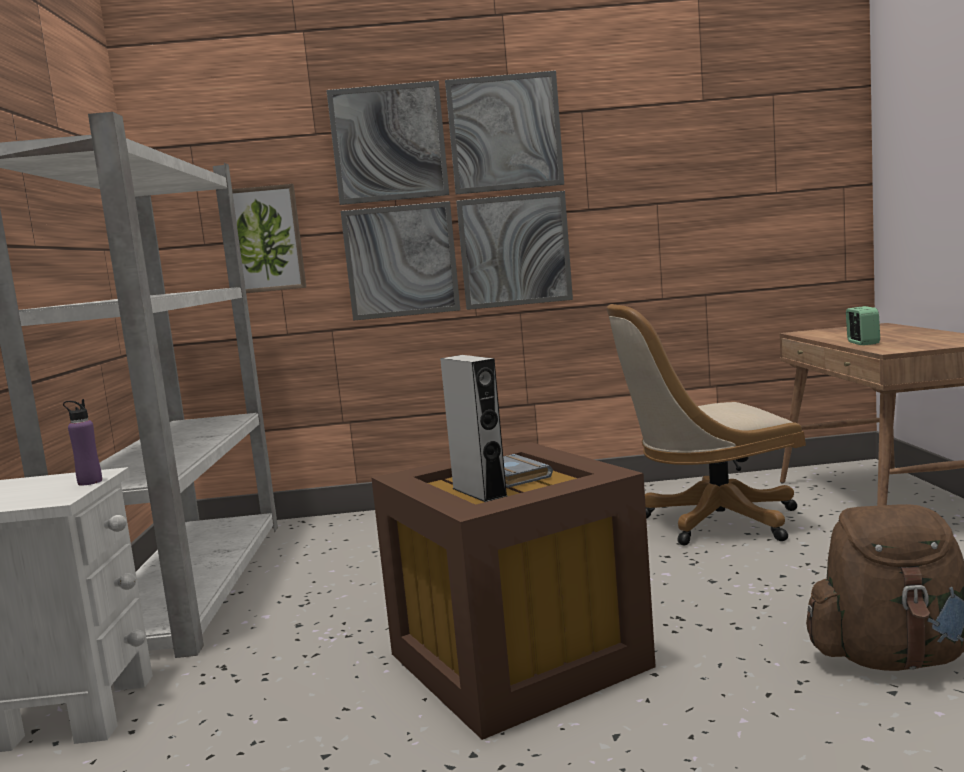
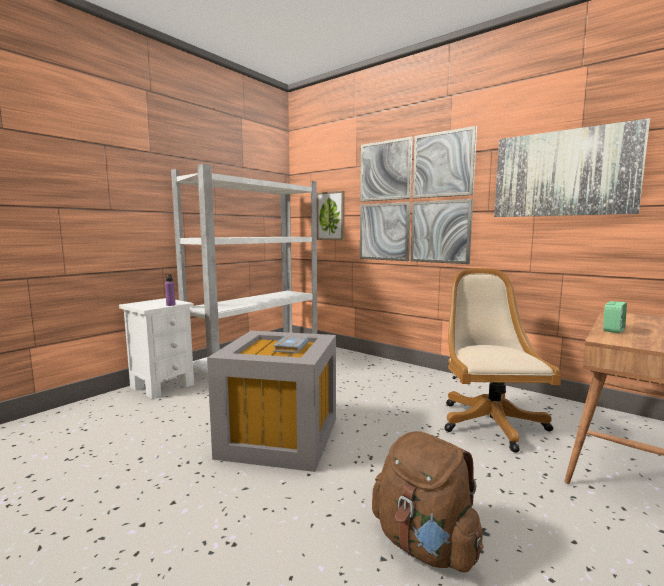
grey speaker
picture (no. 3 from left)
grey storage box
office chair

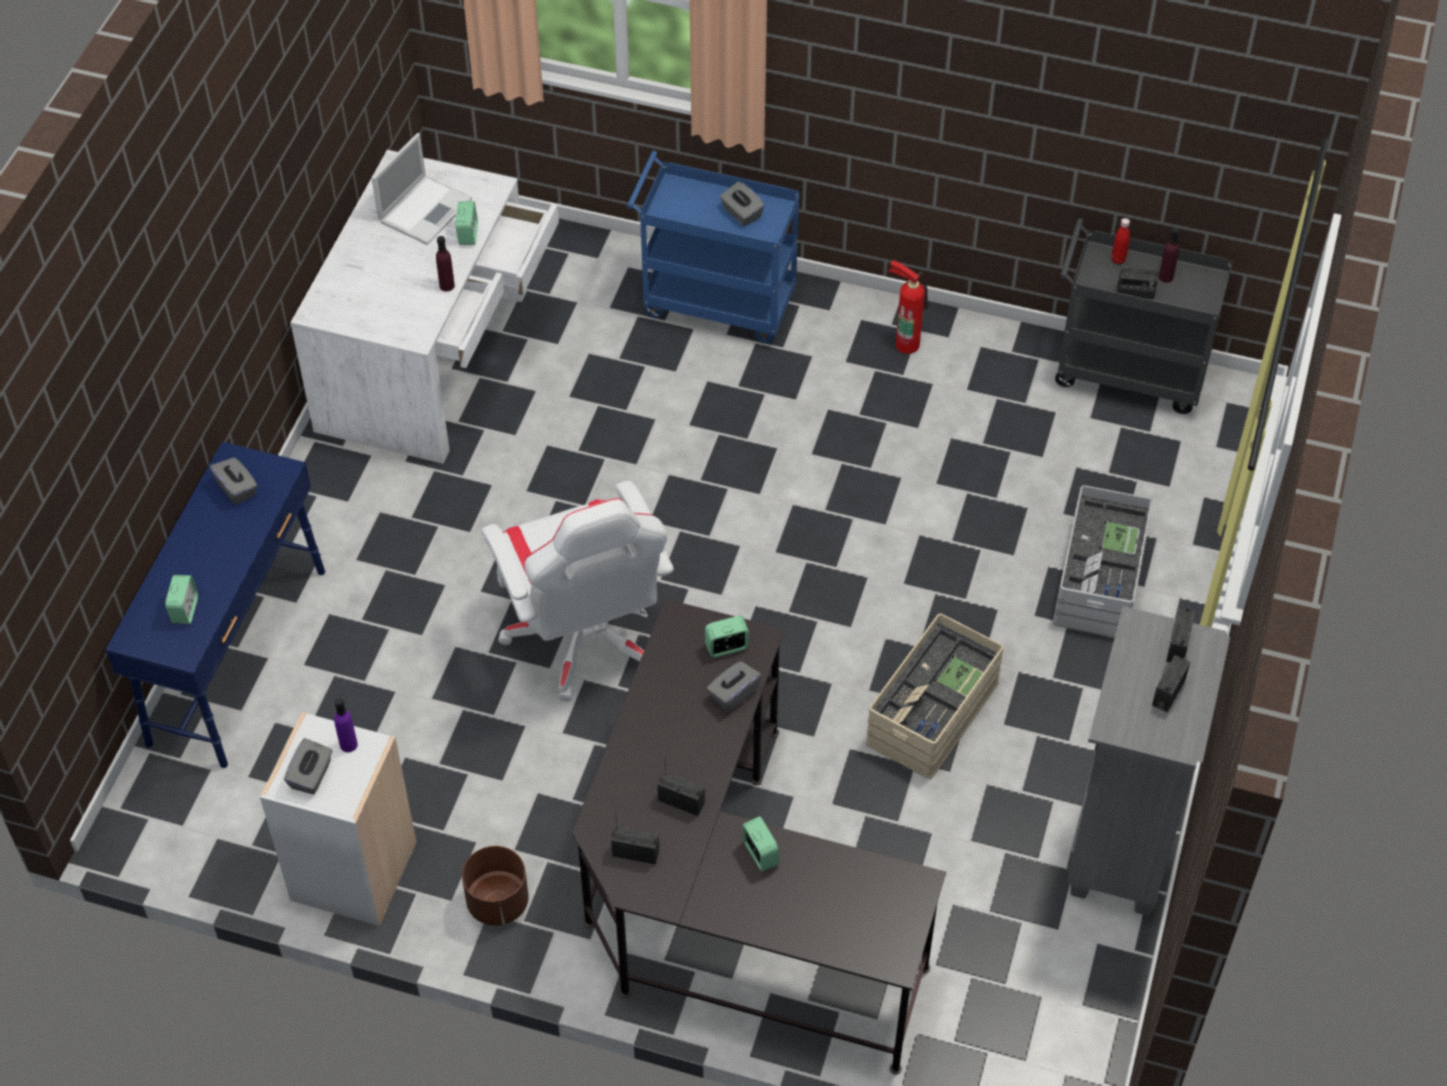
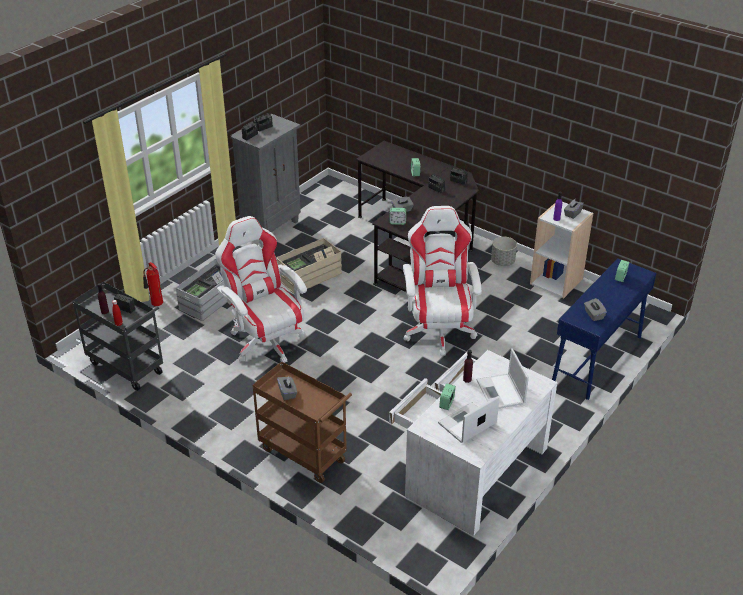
white office chair (no. 1 from left)
laptop (no. 2 from left)
fire extinguisher
grey planter
brown cart

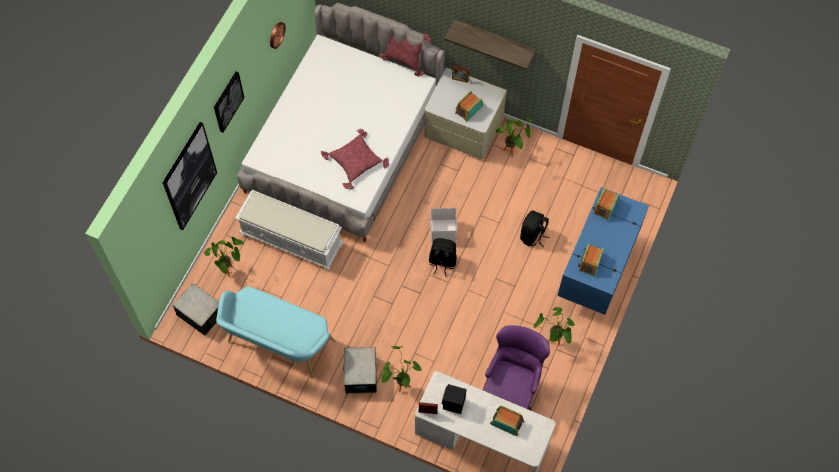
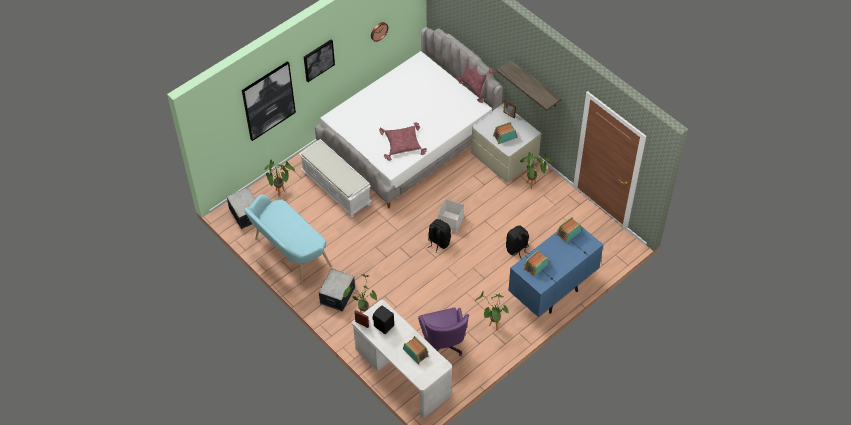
purple office chair

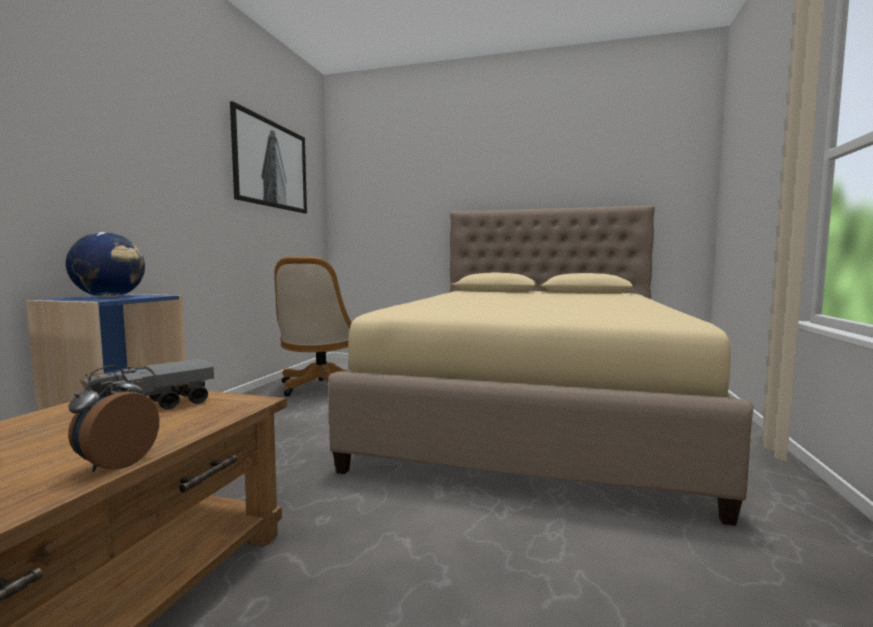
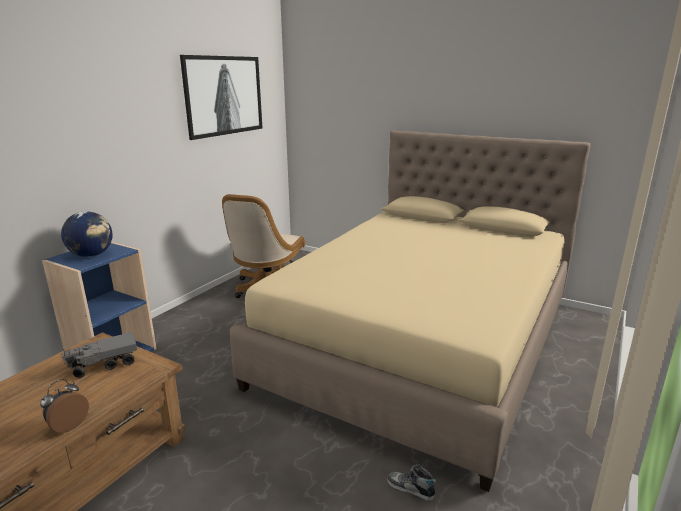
shoe

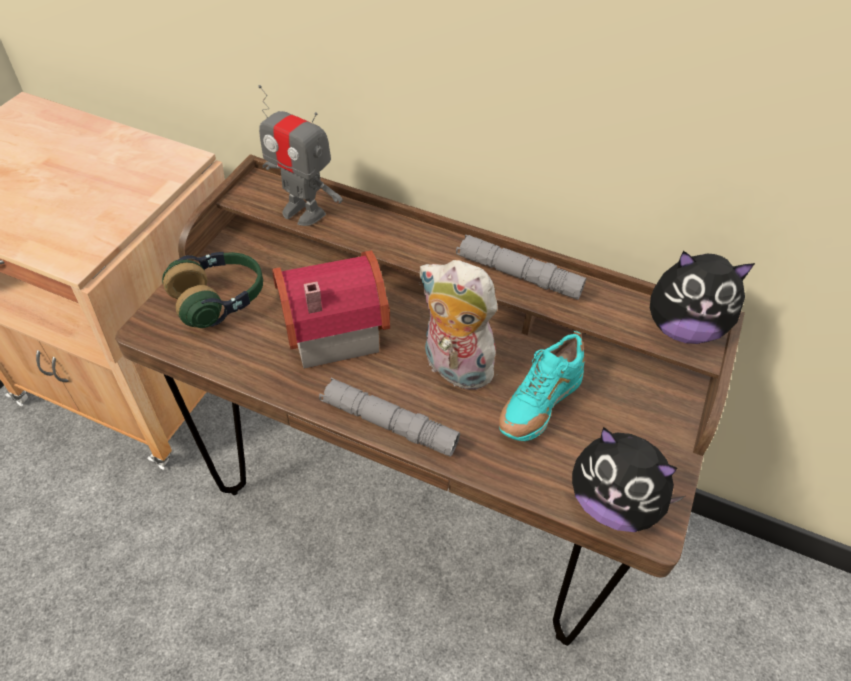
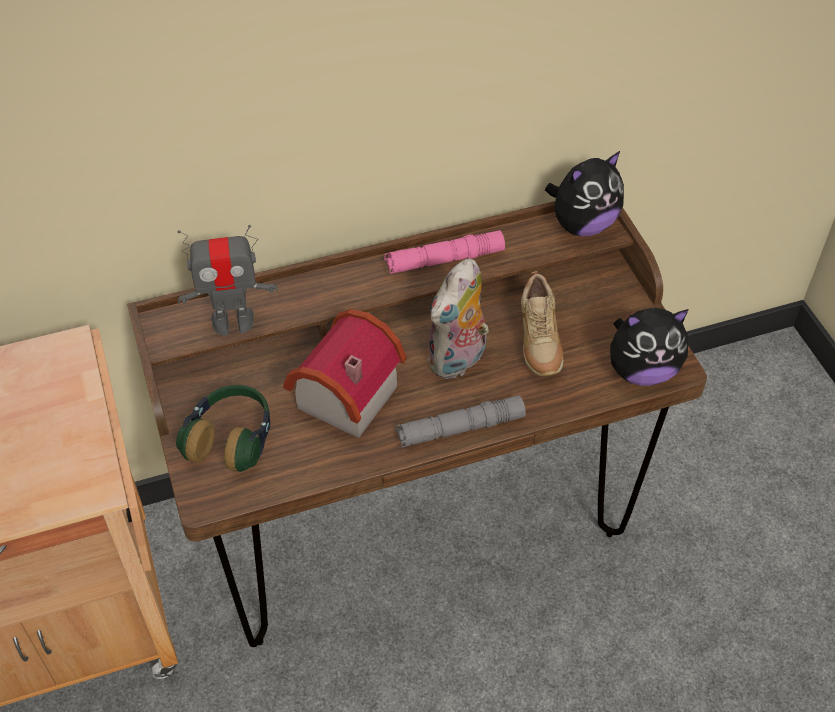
pink flashlight
beige shoe
plush toy (no. 1 from left)

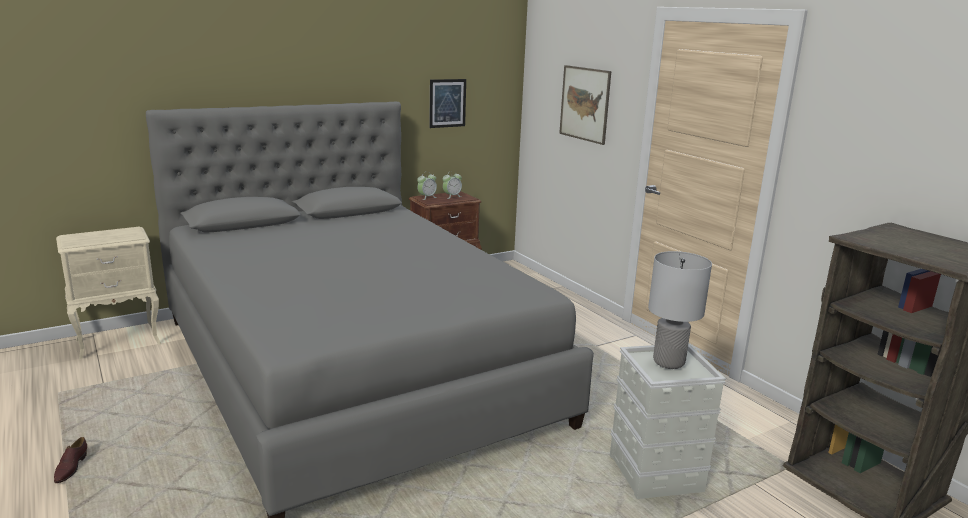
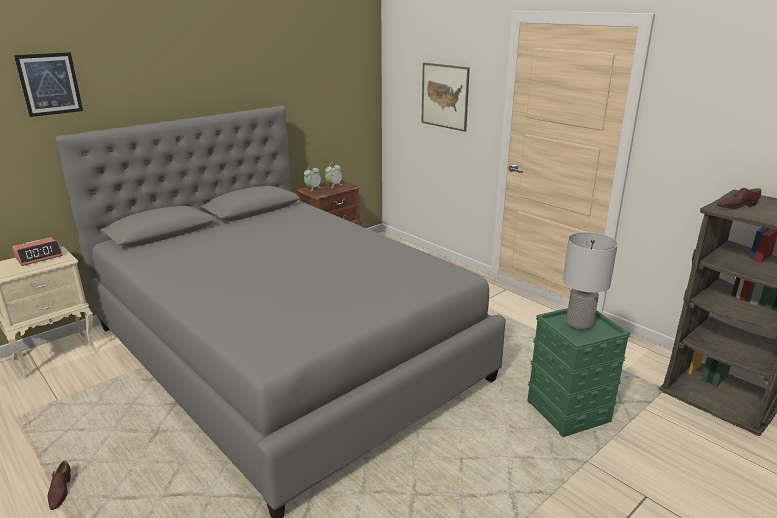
alarm clock (no. 1 from left)
brown shoe (no. 2 from left)
picture (no. 1 from left)
green storage box

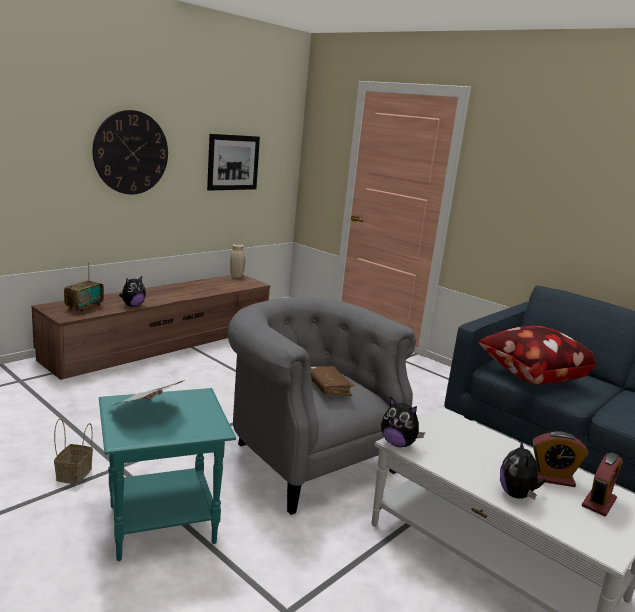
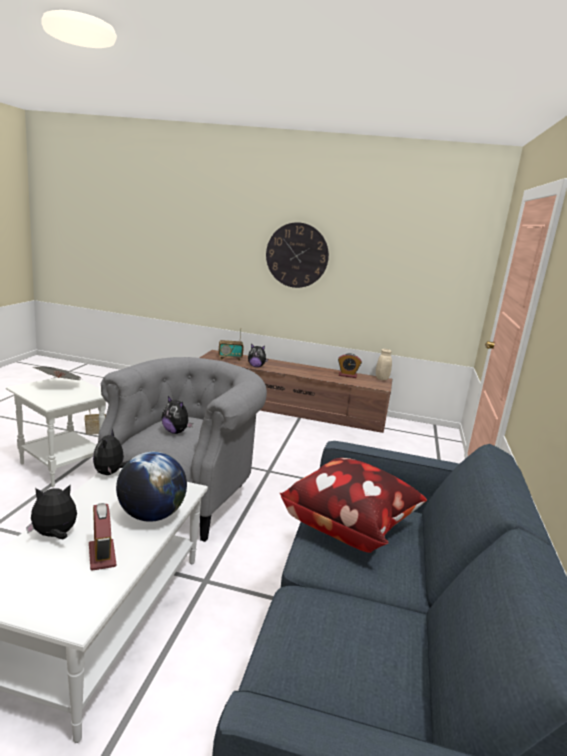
picture
globe
alarm clock (no. 2 from left)
plush toy (no. 3 from left)
white side table

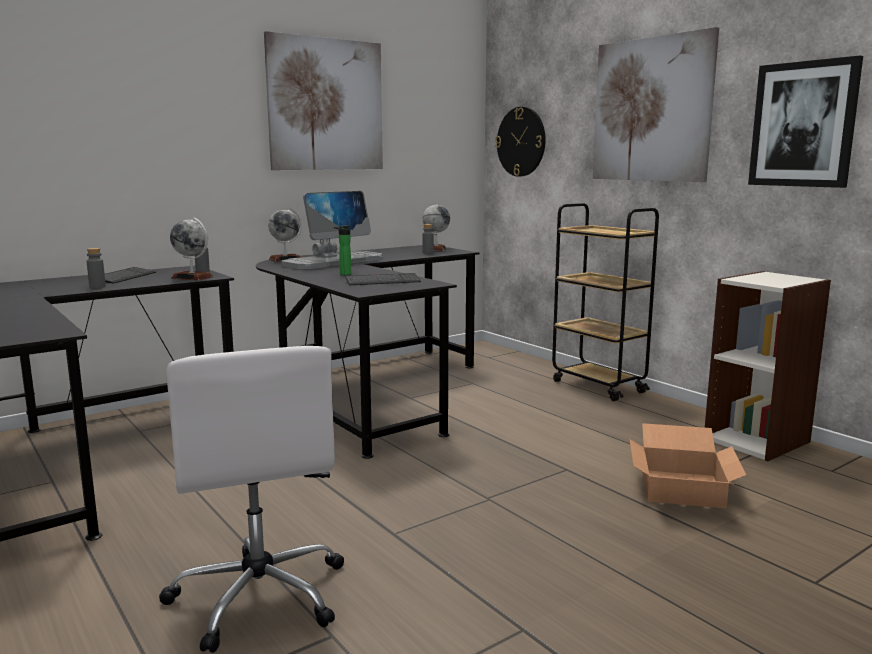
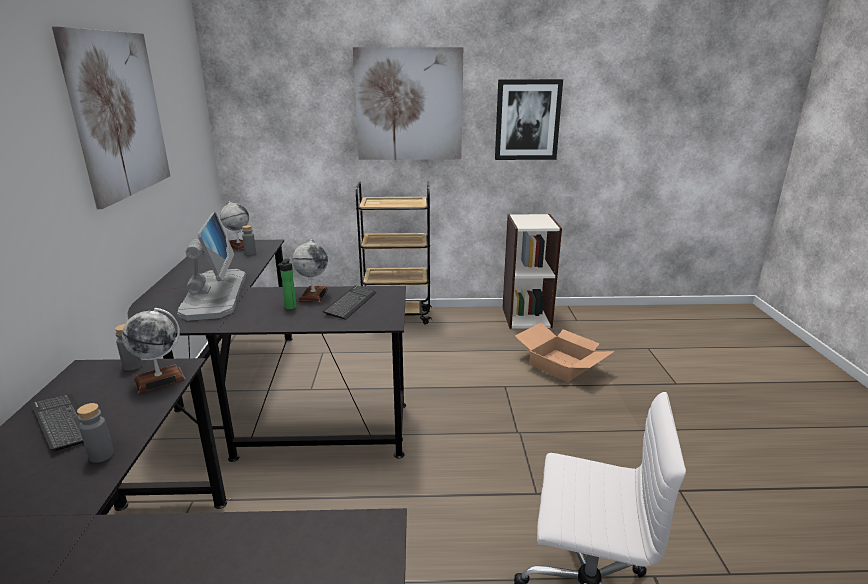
wall clock
globe (no. 3 from left)

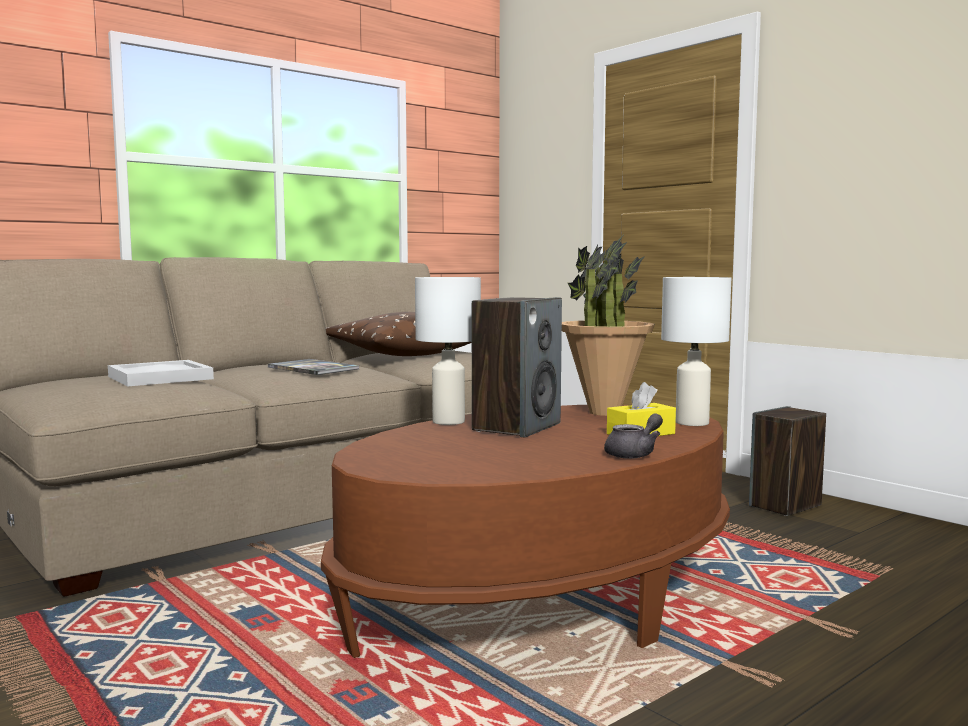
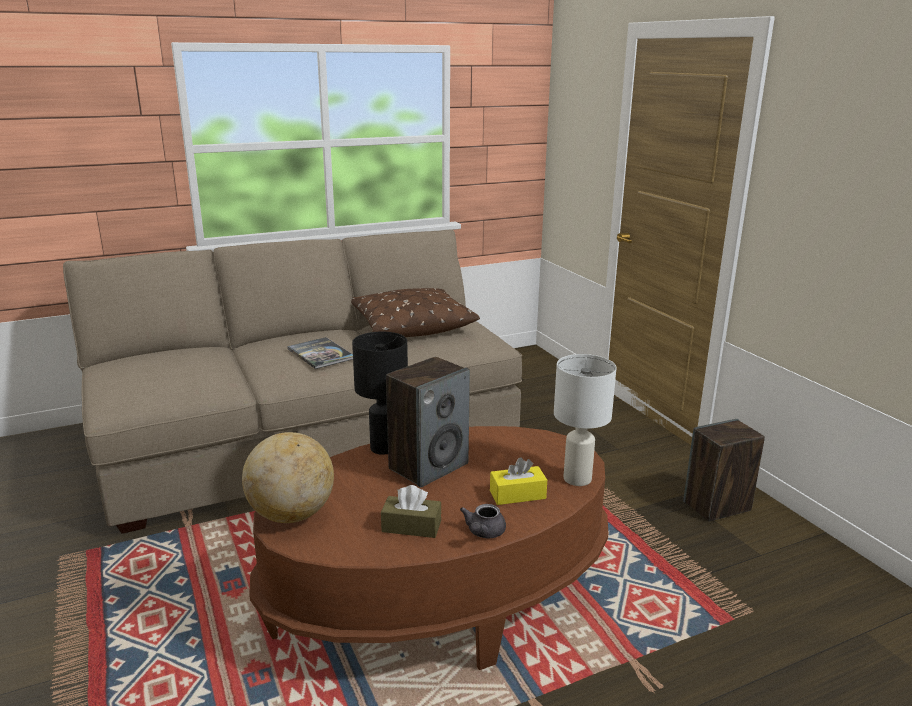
white tray
potted plant
globe
brown tissue box
black table lamp
grey teapot

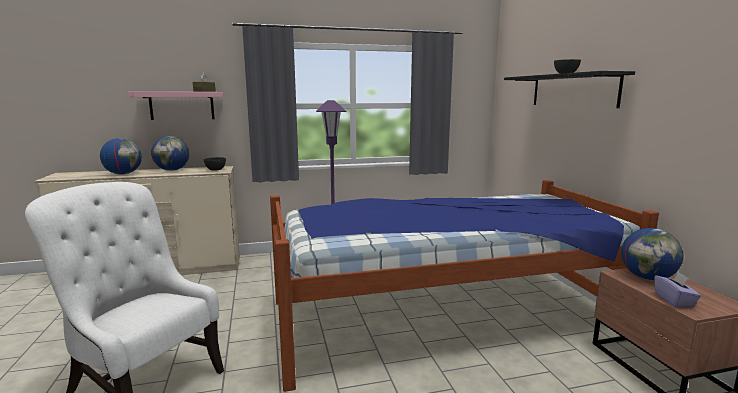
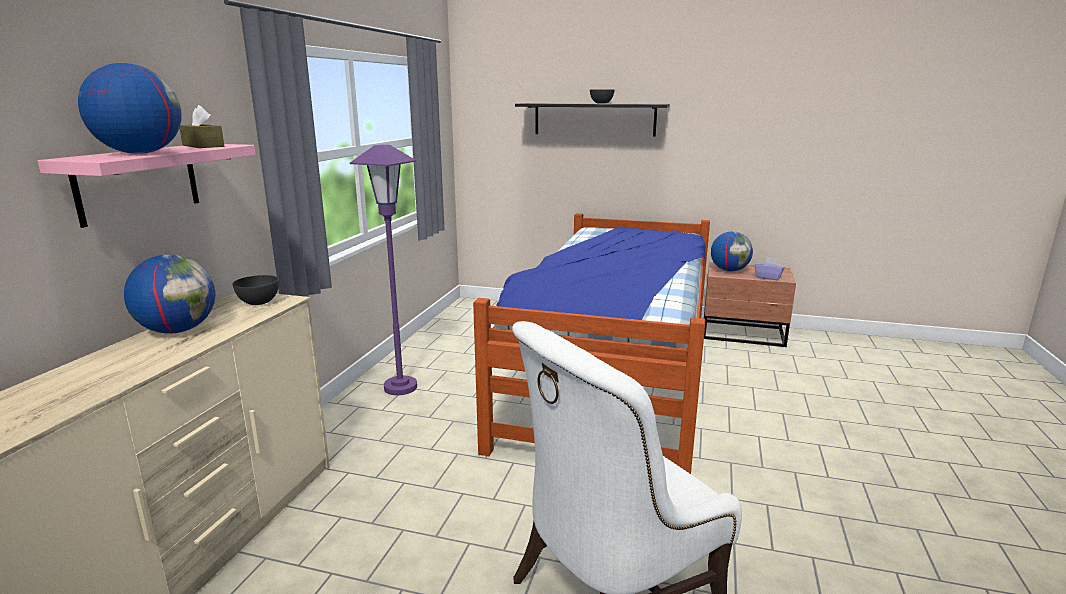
globe (no. 1 from left)

